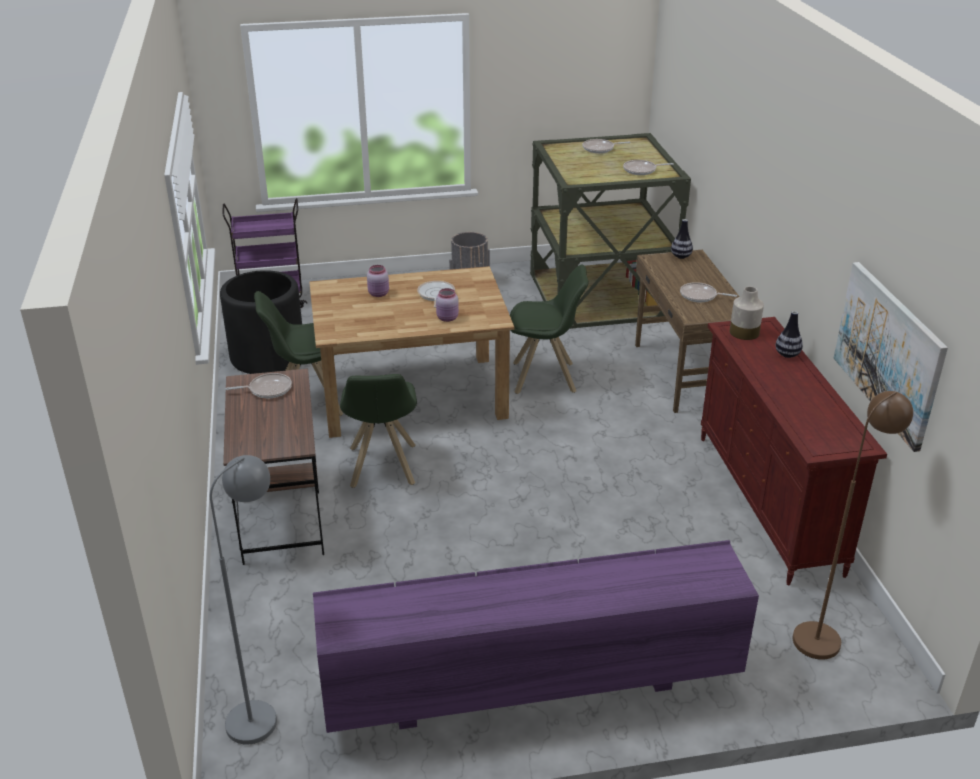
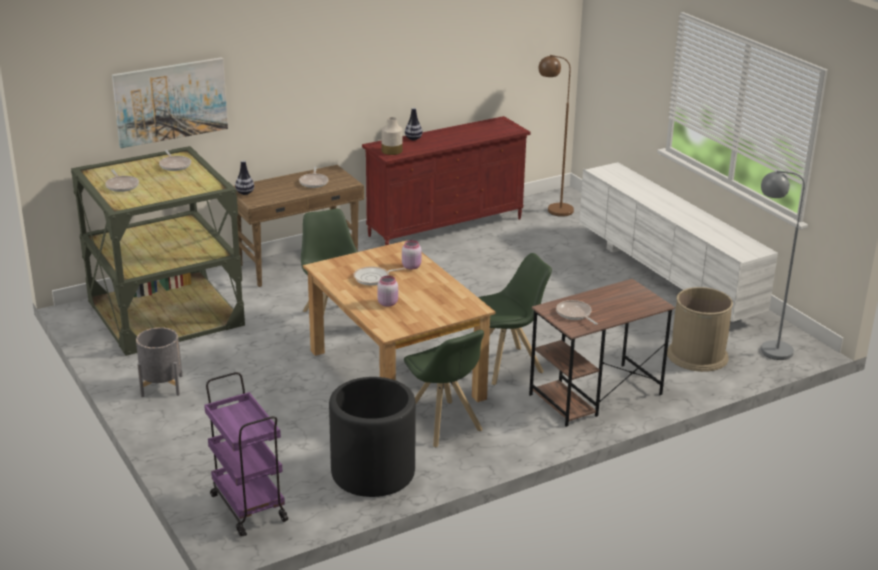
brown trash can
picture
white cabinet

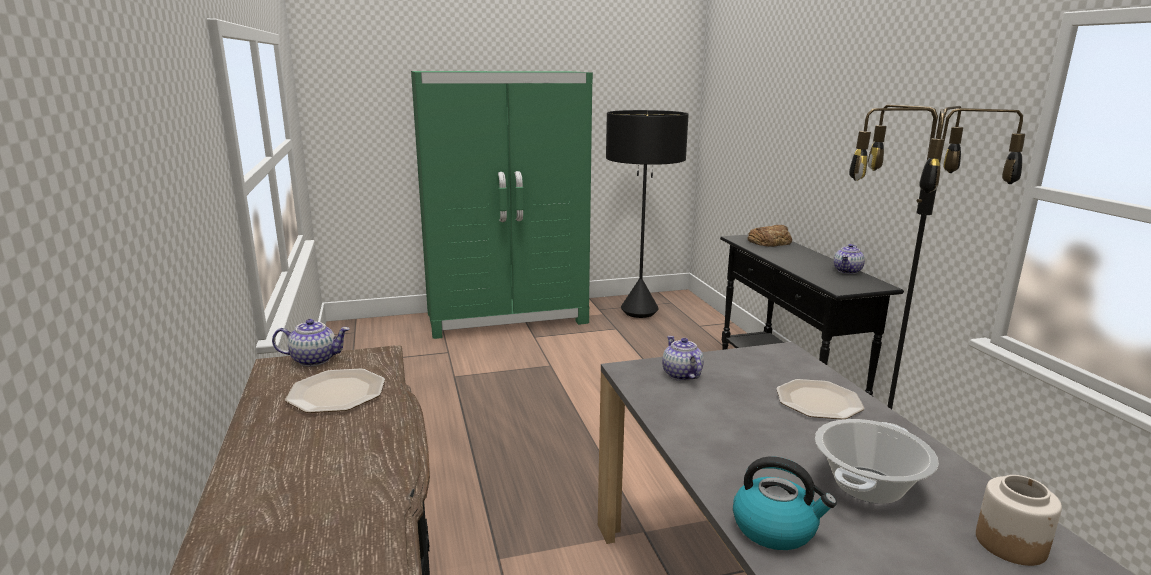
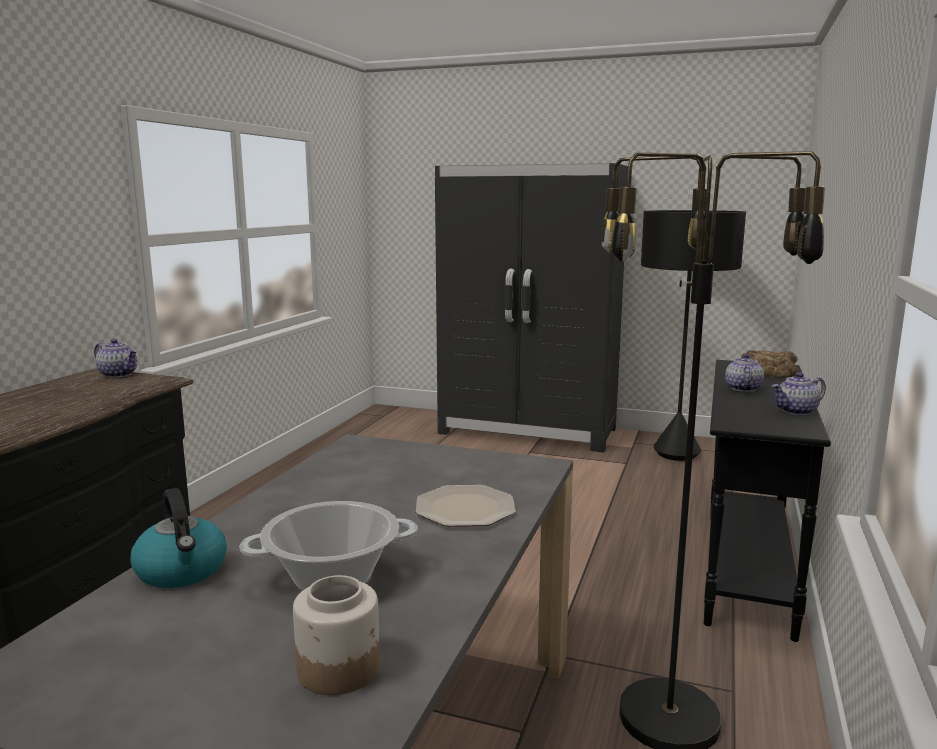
plate (no. 1 from left in the first image)
teapot (no. 2 from left)
black cabinet

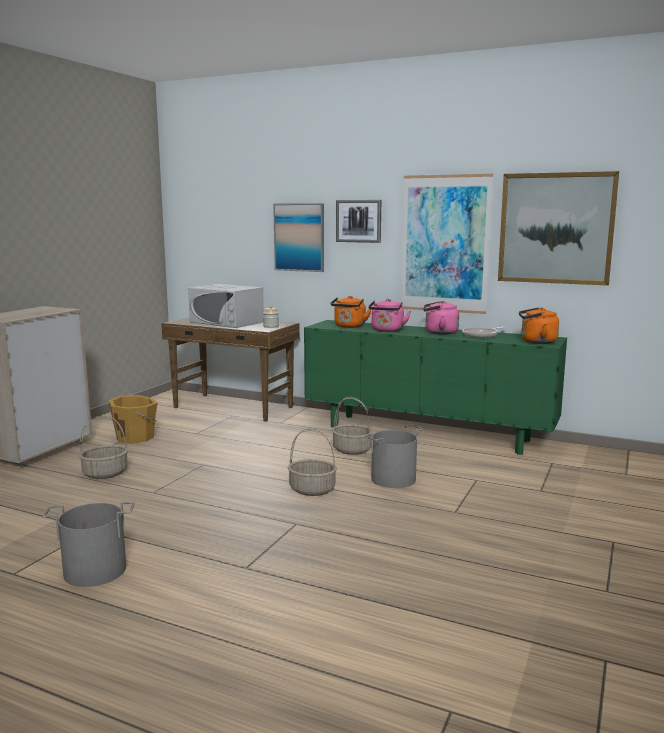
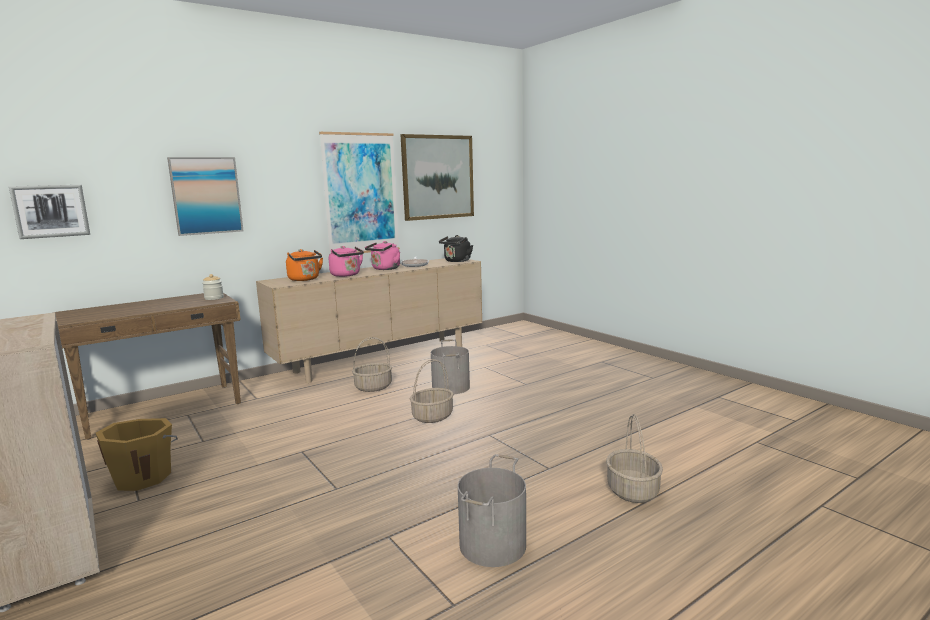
white microwave
basket (no. 3 from left)
picture (no. 1 from left)
beige cabinet (no. 2 from left)
black kettle

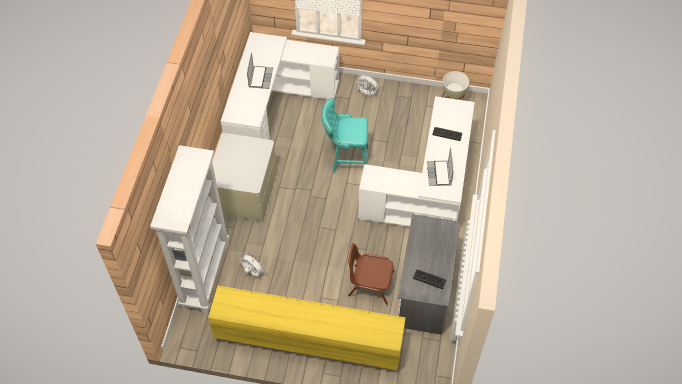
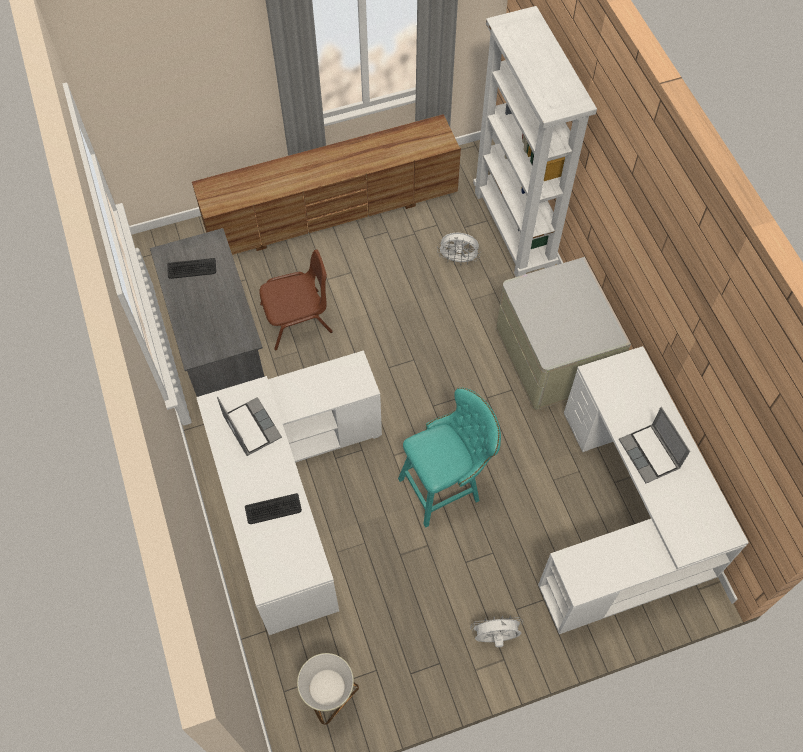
brown cabinet

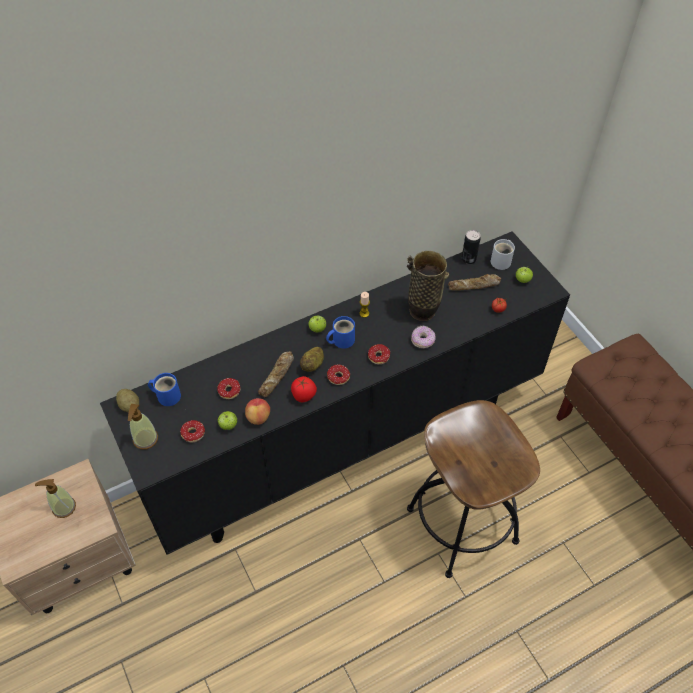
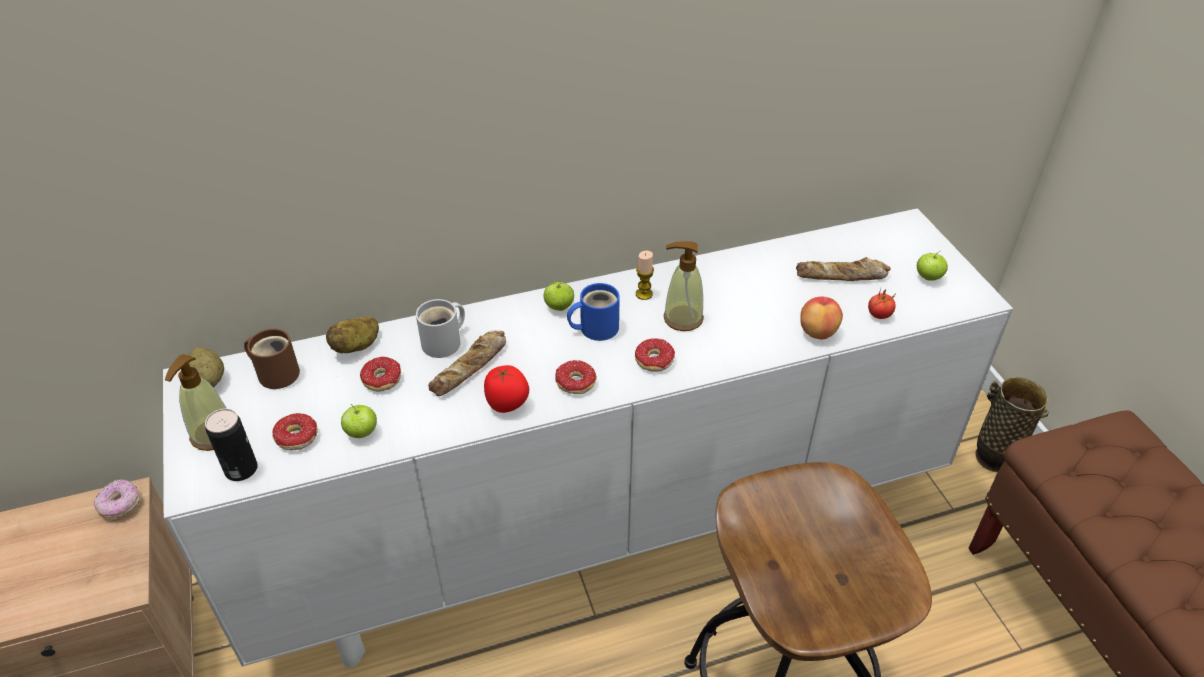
soap dispenser (no. 2 from left)
apple (no. 3 from left)
potato (no. 2 from left)
vase
donut (no. 1 from left)
can
white mug
white cabinet
brown mug

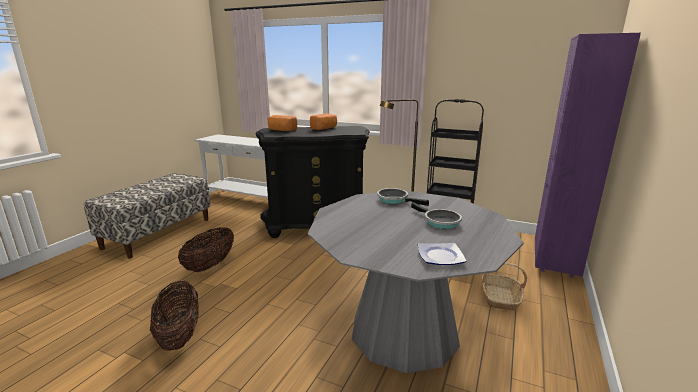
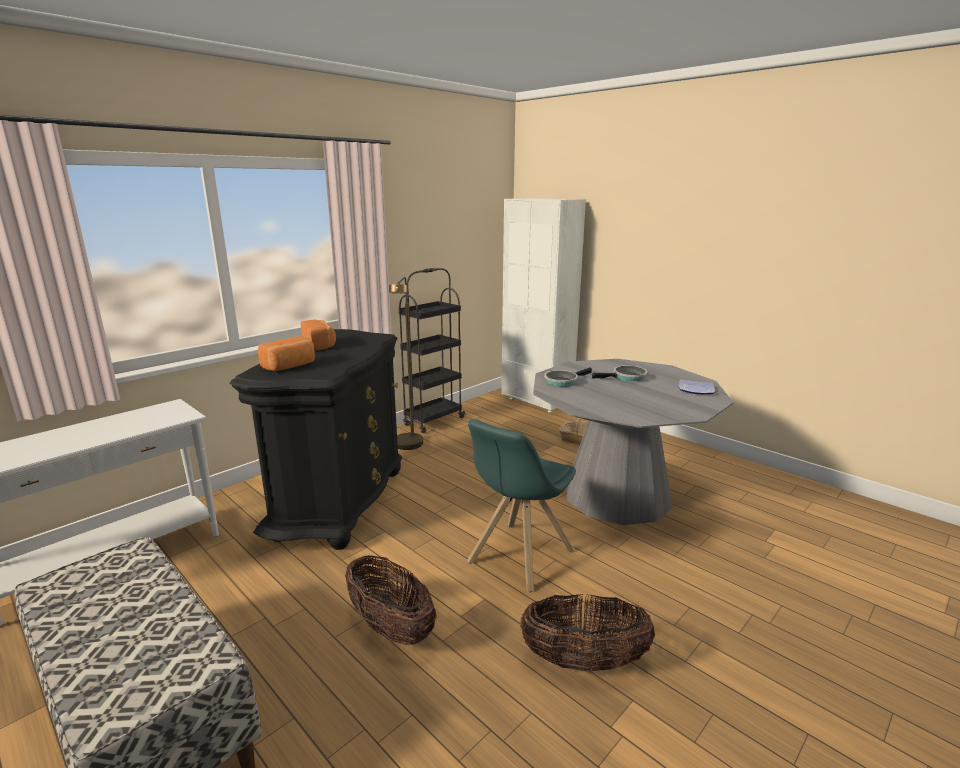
turquoise chair
white cabinet

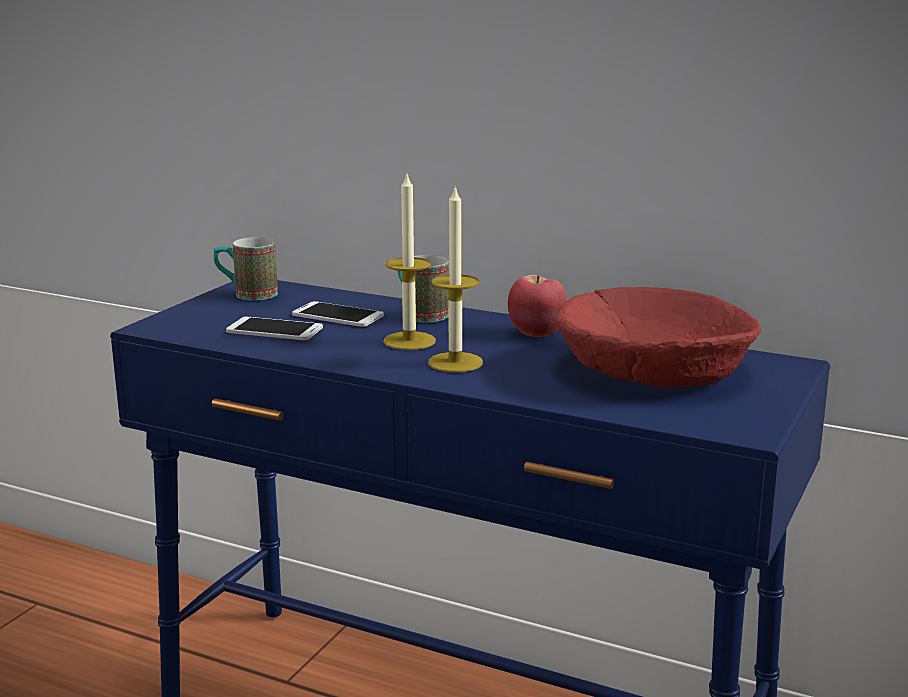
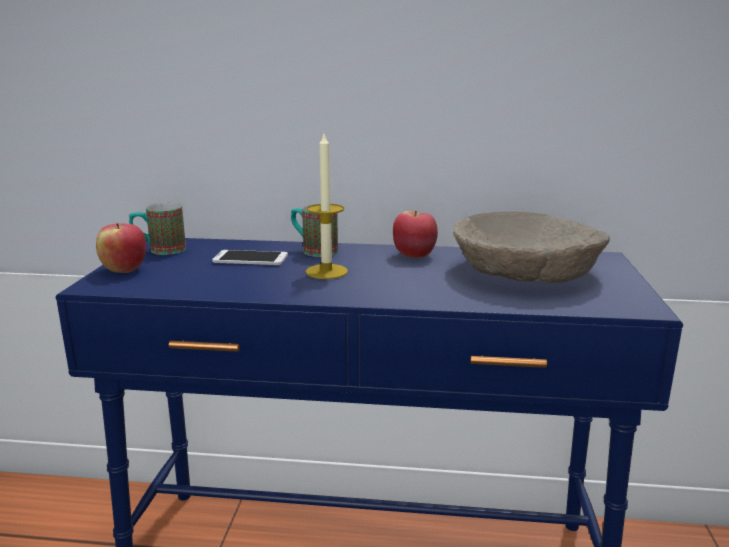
phone (no. 1 from left in the first image)
candle (no. 2 from left in the first image)
apple (no. 1 from left)
beige bowl

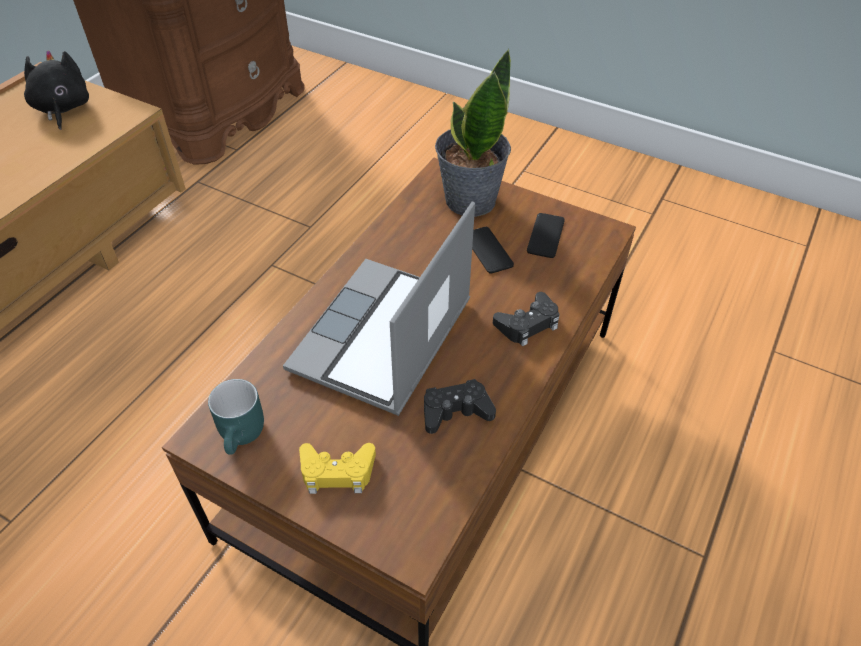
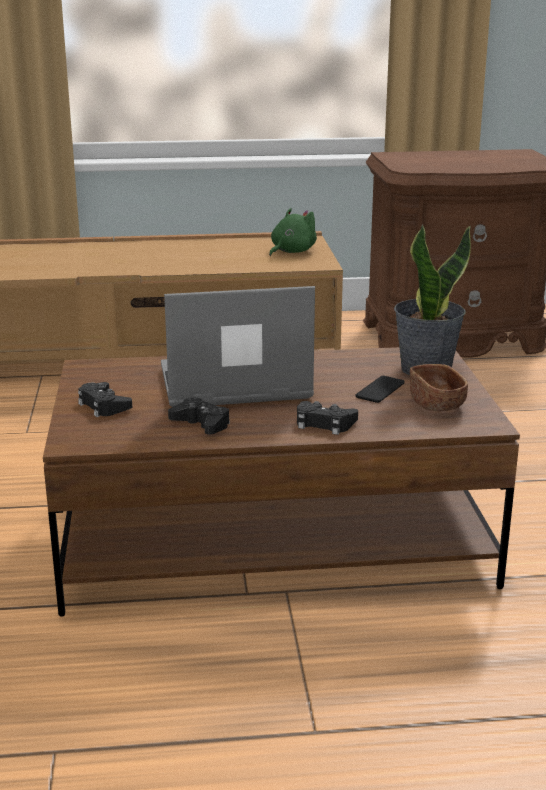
turquoise mug
brown bowl
green plush toy
black game controller (no. 1 from left)

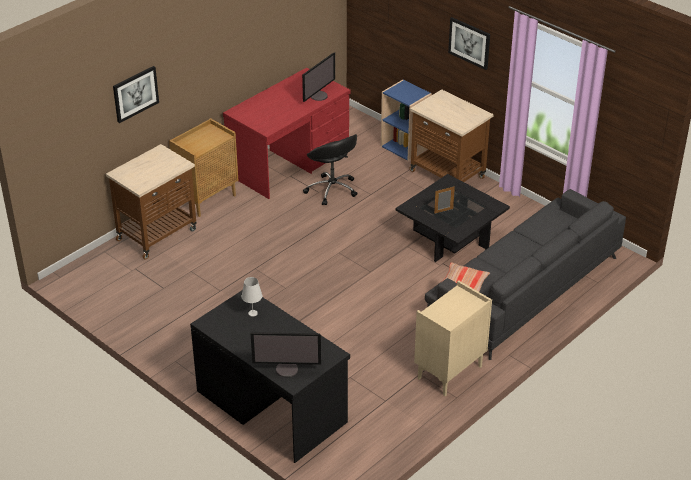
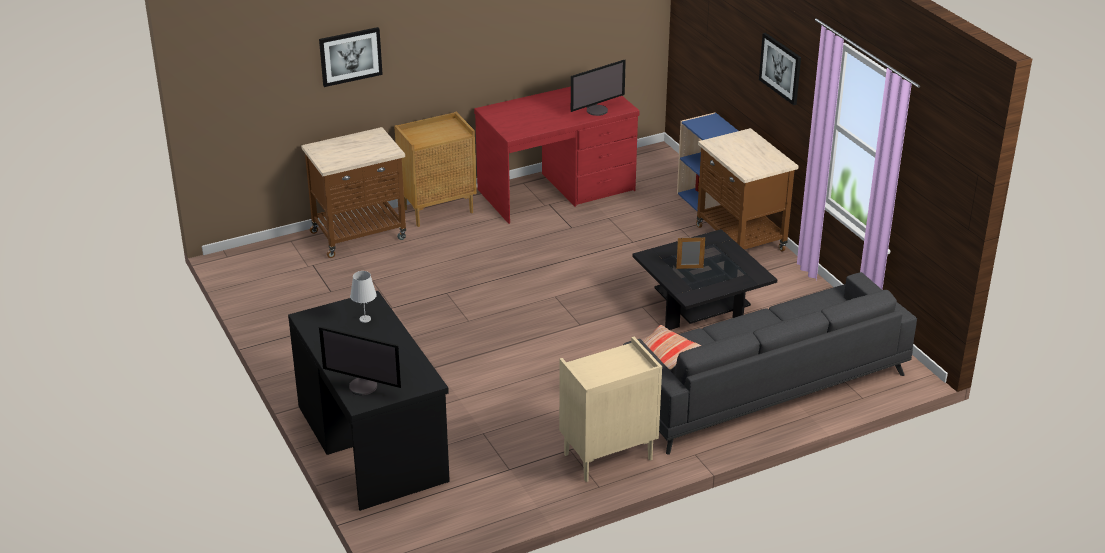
black office chair

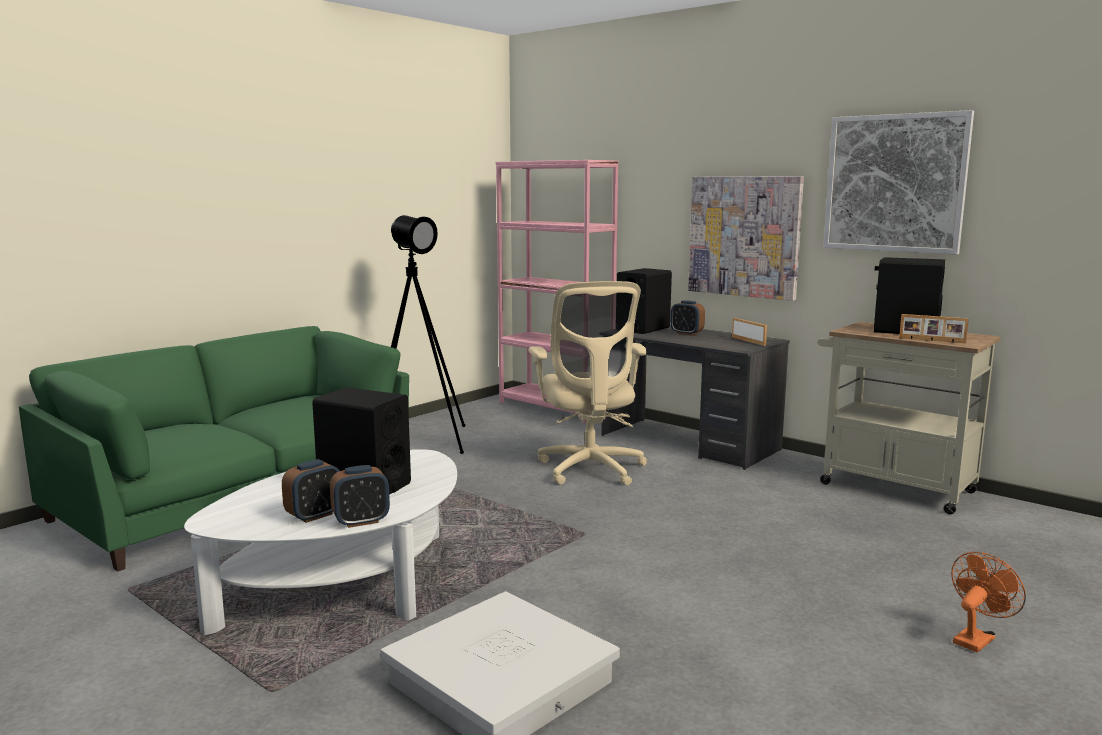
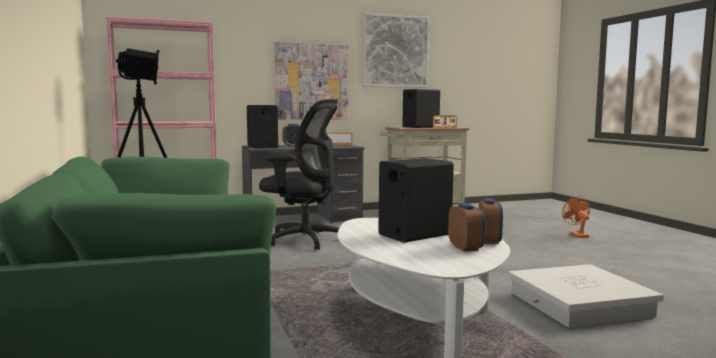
black office chair

